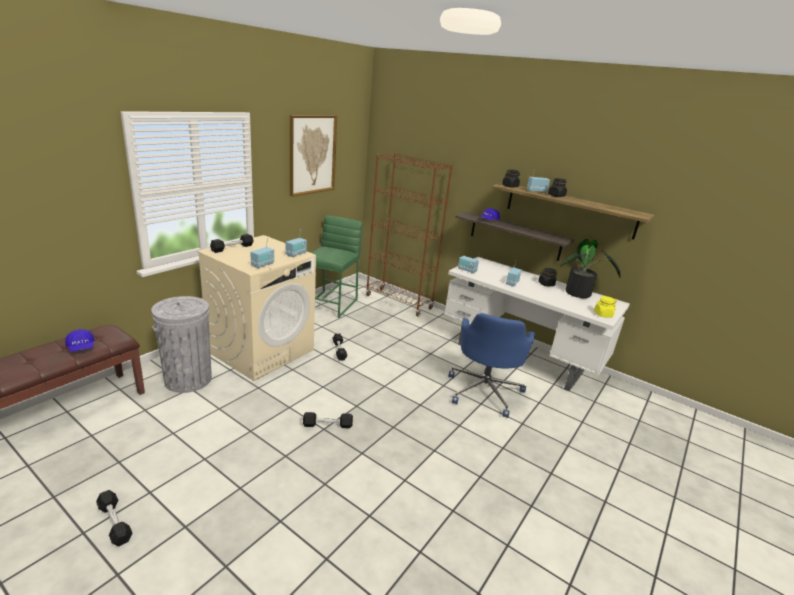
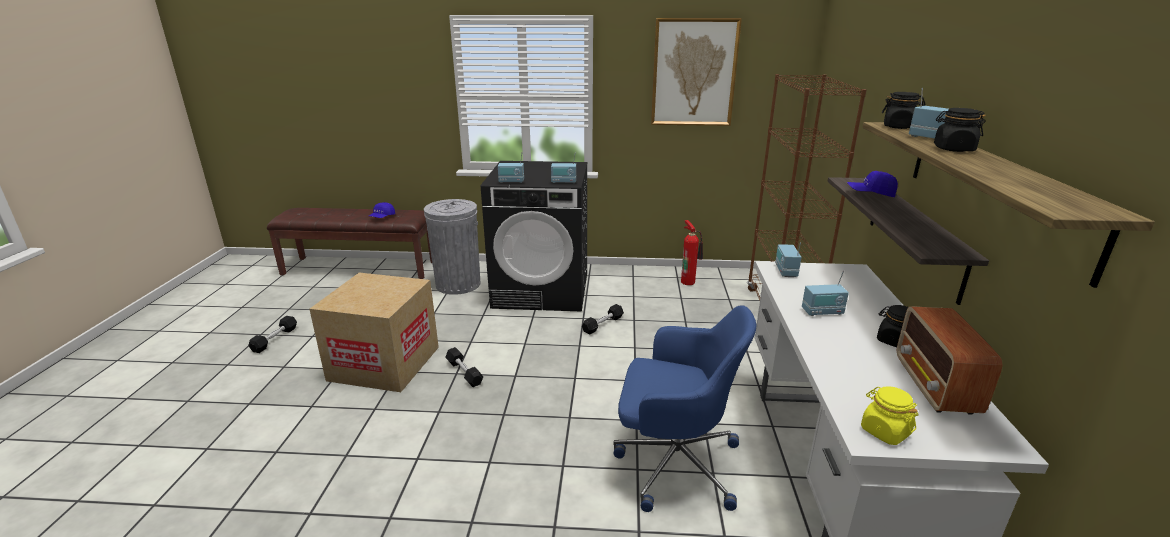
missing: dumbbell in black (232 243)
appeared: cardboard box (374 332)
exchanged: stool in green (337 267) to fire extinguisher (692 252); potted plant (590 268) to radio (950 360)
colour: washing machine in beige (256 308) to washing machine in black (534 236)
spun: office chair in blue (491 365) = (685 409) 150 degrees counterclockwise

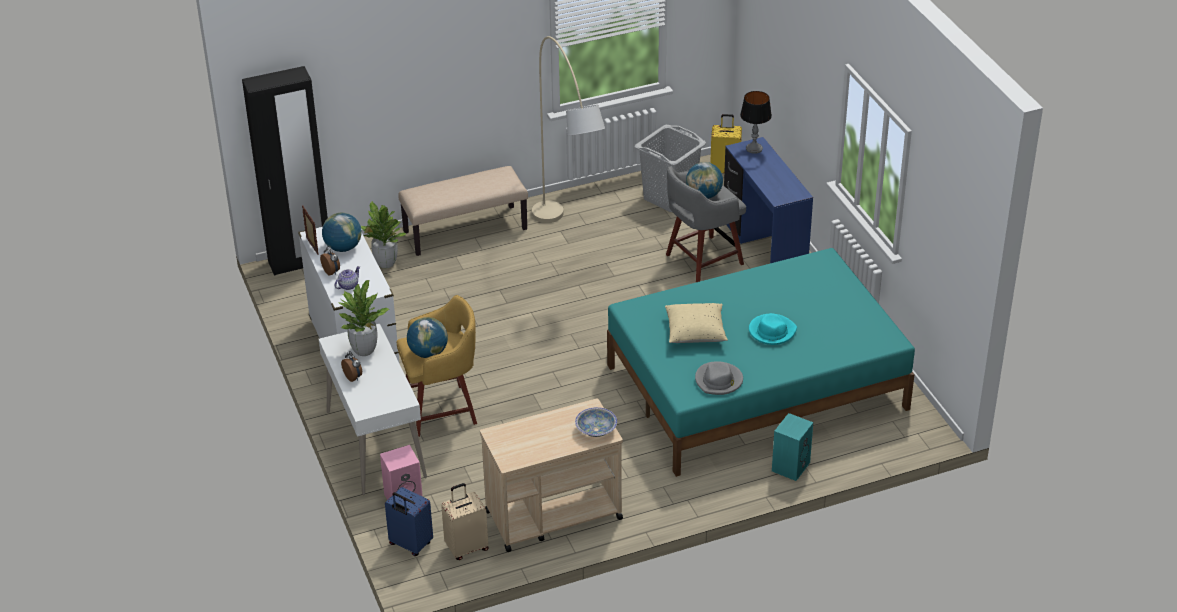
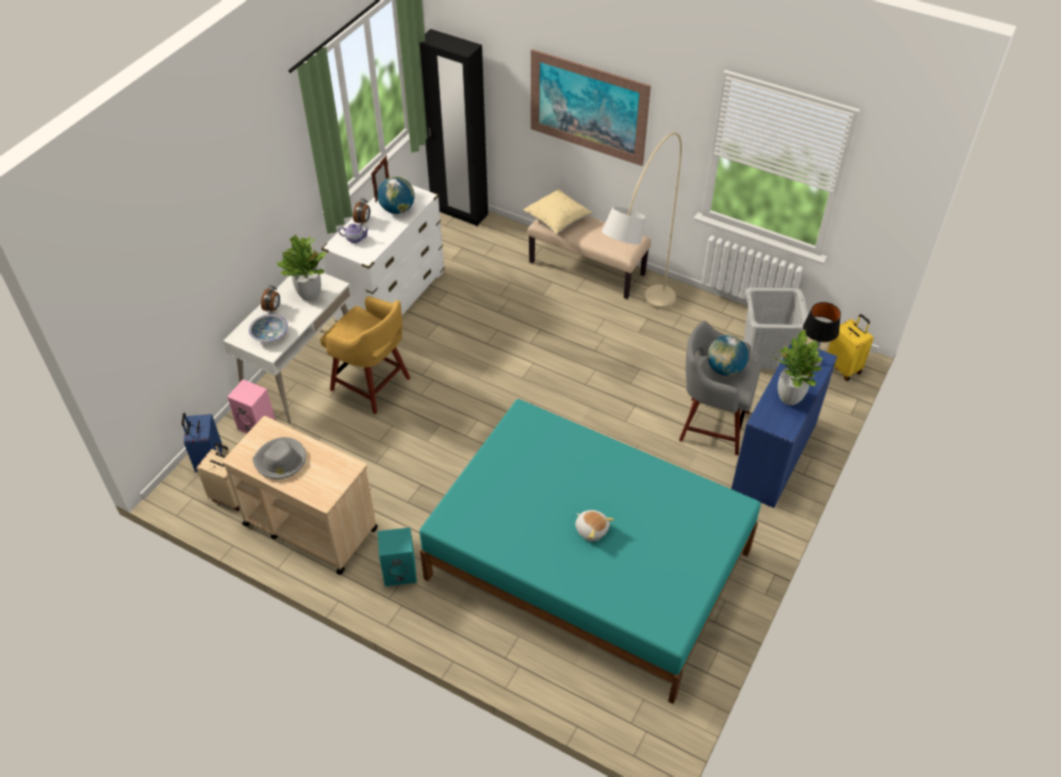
missing: globe (427 337)
appeared: picture (591 107)
relocated: potted plant (383 234) to (796 367); bowl (596 422) to (268 328); pillow in beige (696 323) to (557 211); hat in grey (719 378) to (279 458); speaker in turquoise (792 447) to (397 557)
exchanged: hat in turquoise (773 329) to plush toy (594 526)

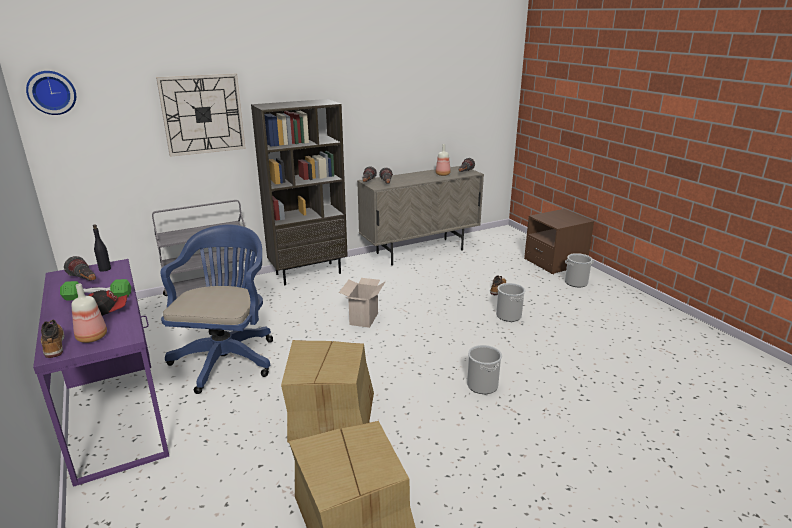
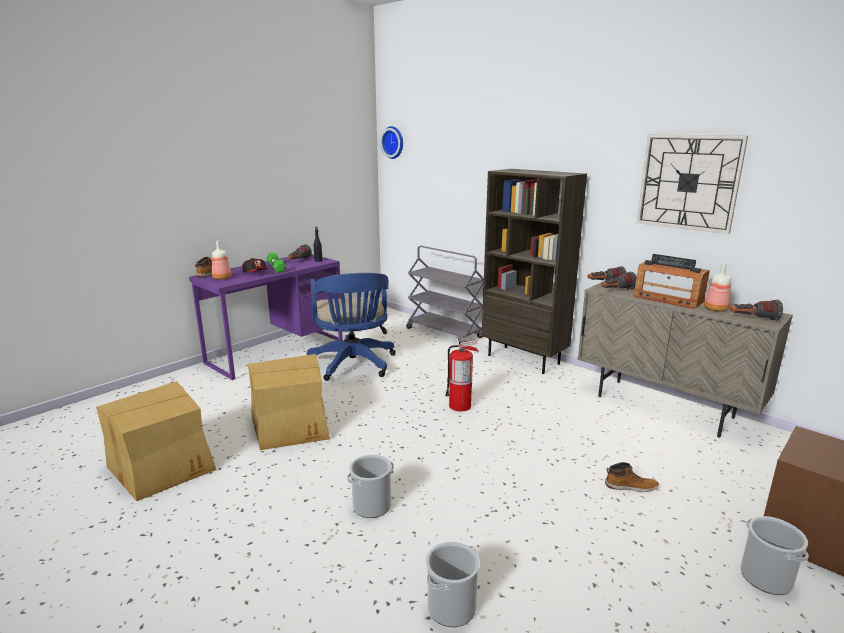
appeared: radio (672 281)
relocated: wall clock (201 115) to (692 184); bucket (510 302) to (453 584)
exchanged: cardboard box (362 303) to fire extinguisher (462 375)
spun: office chair in blue (217 309) = (351 327) 90 degrees clockwise

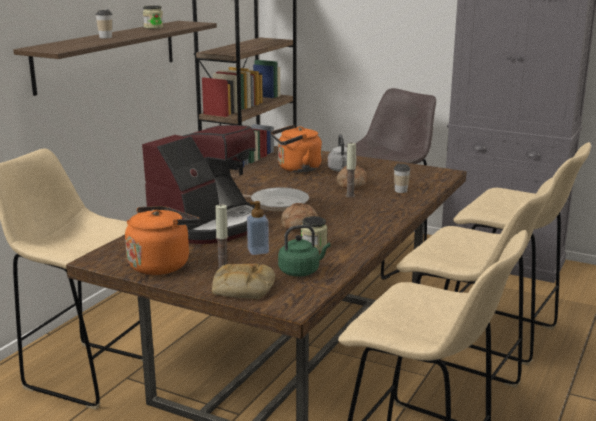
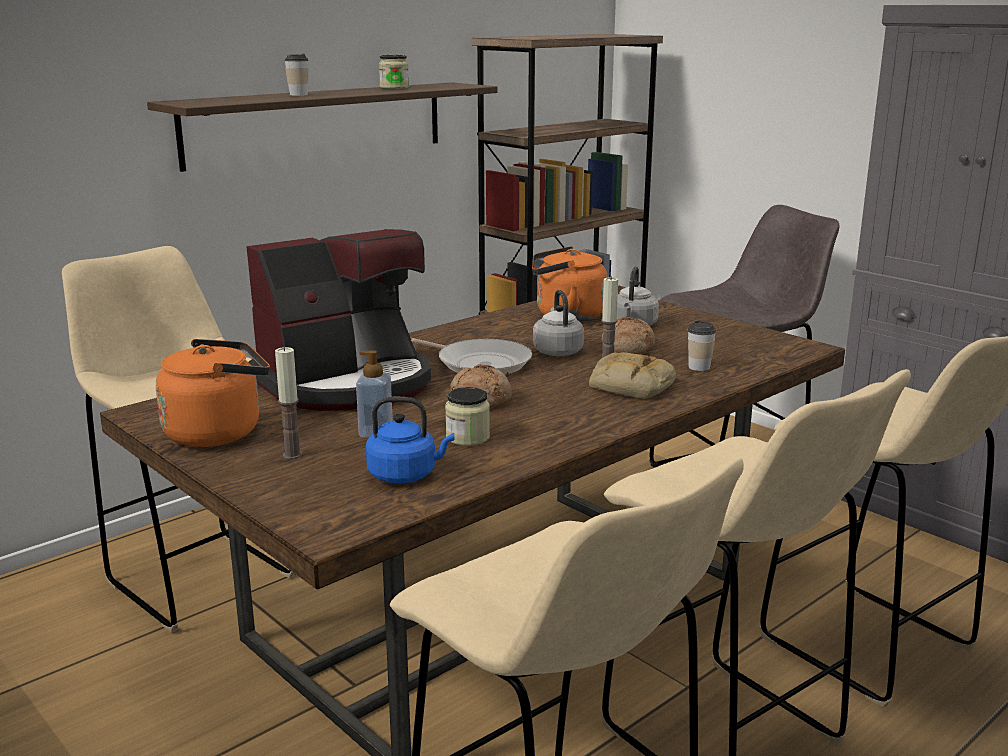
appeared: kettle in grey (558 323)
relocated: bread (243 281) to (632 375)
colour: kettle in green (304 251) to kettle in blue (410 440)

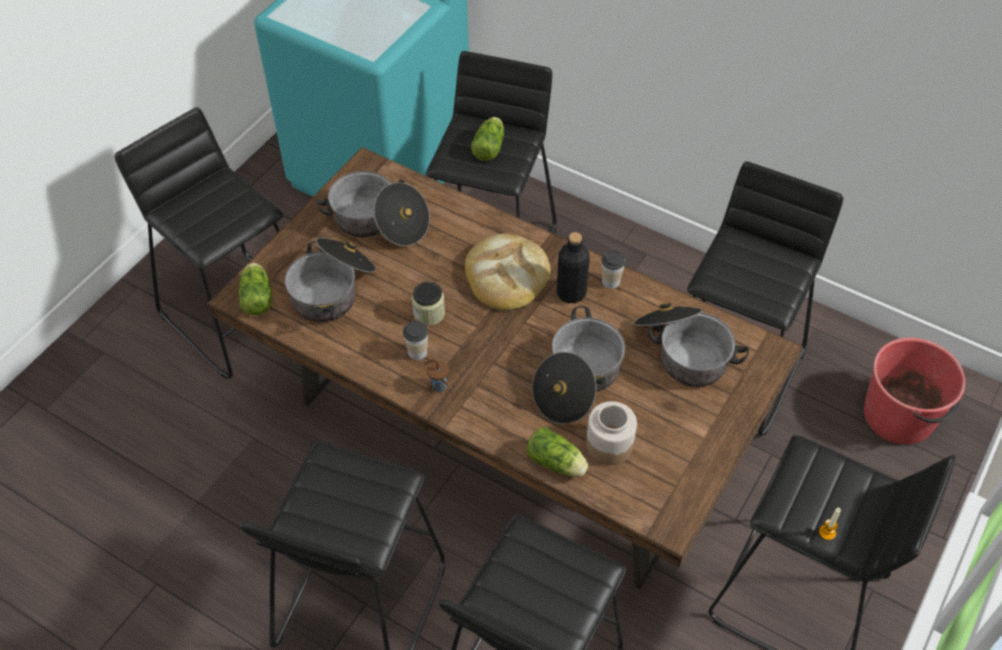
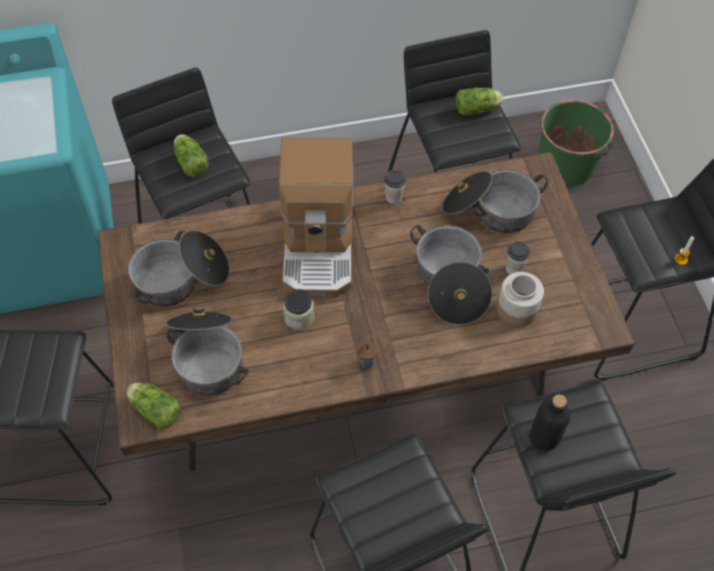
relocated: cup (415 340) to (518 258); lettuce (557 452) to (479 101); bottle in black (573 267) to (550 422)
exchanged: bread (508 272) to coffee machine (316 217)
colour: bucket in red (914 390) to bucket in green (576 143)

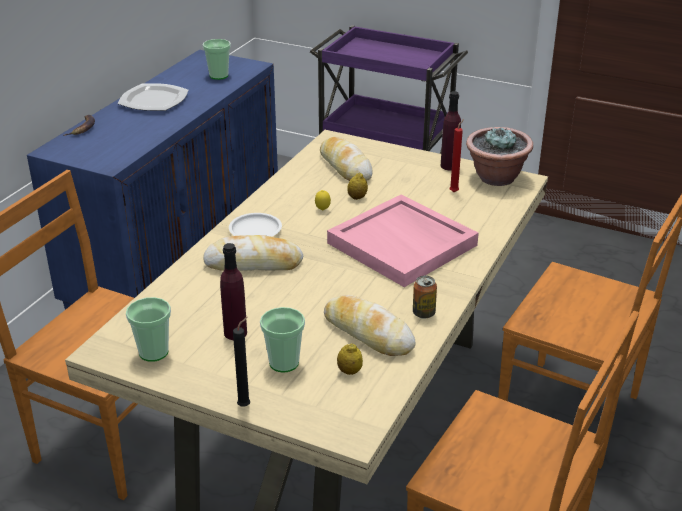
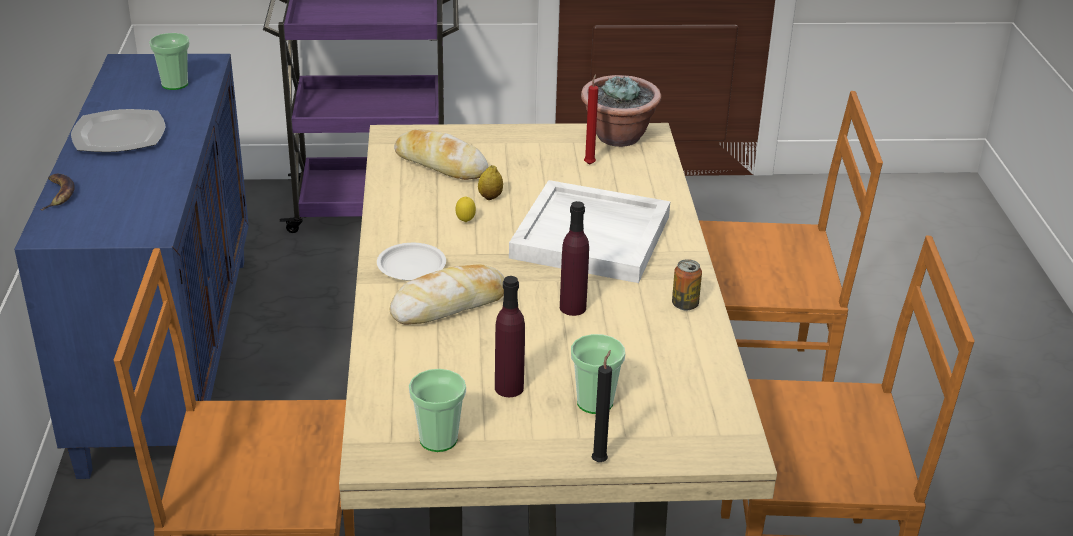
missing: bread (370 325); lemon (350 359)
relocated: bottle in purple (451 130) to (574 258)
colour: tray in pink (403 241) to tray in white (589 231)

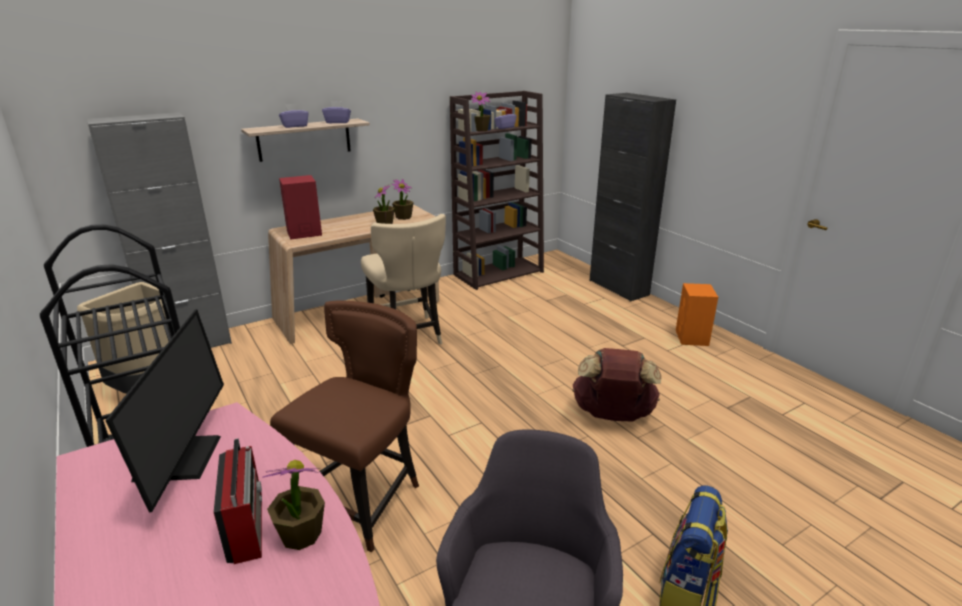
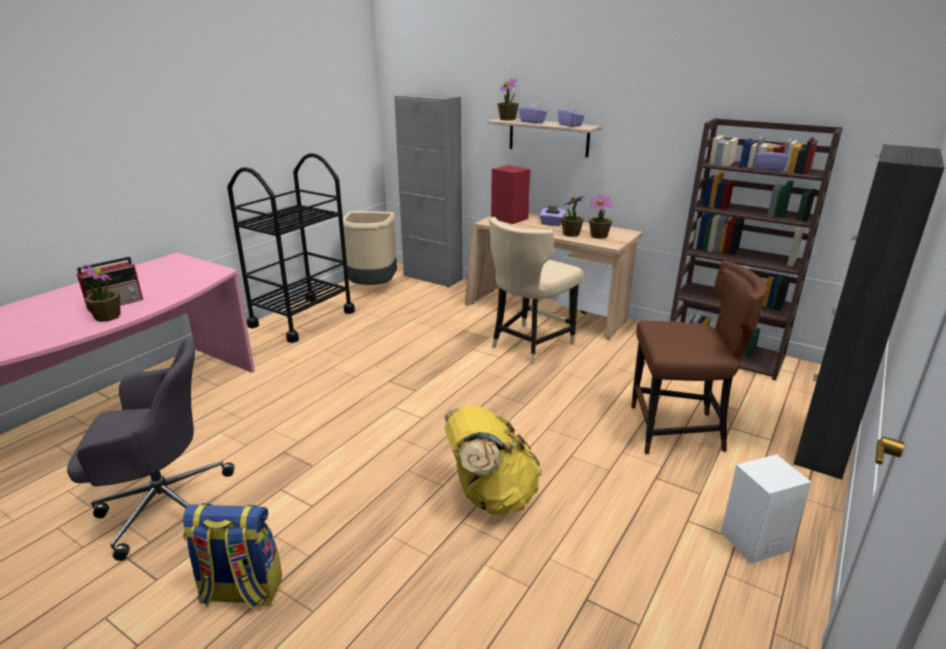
missing: monitor (164 410)
appeared: tissue box in purple (552 216)
relocated: chair in brown (344 426) to (699 357); potted plant (481 111) to (508 100)
colour: backpack in brown (617 385) to backpack in yellow (493 460); speaker in orange (697 314) to speaker in white (766 509)

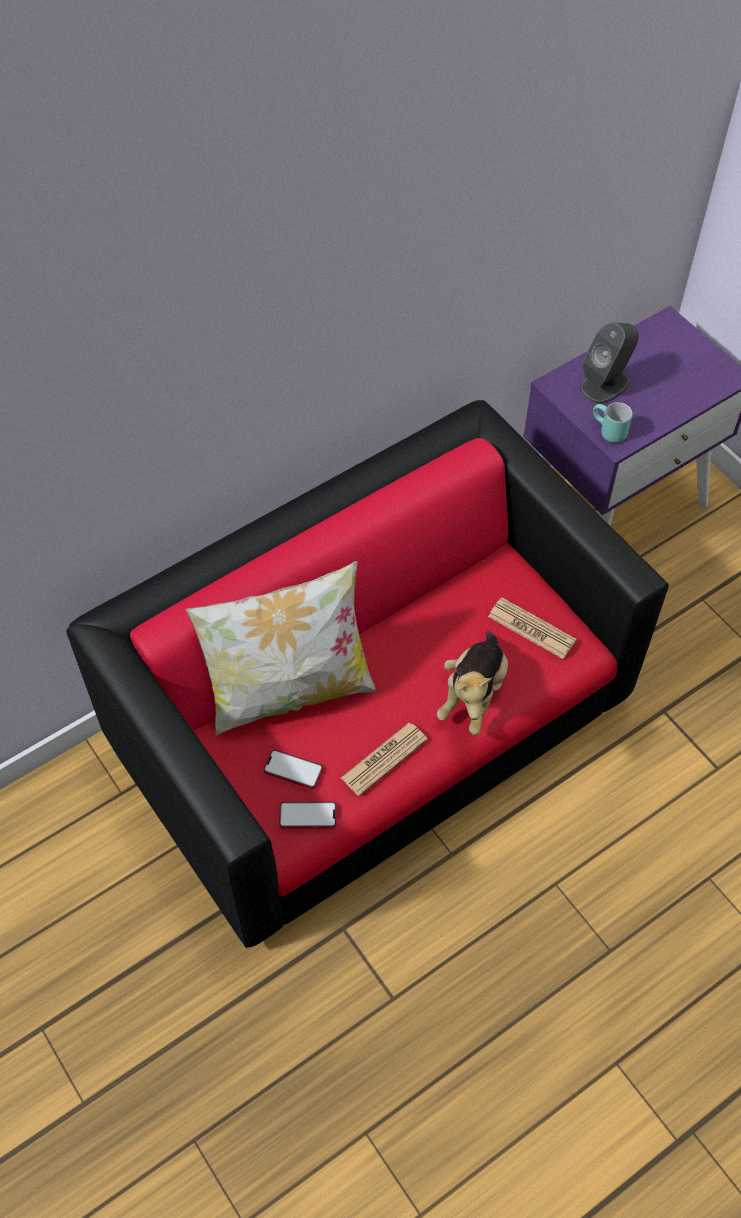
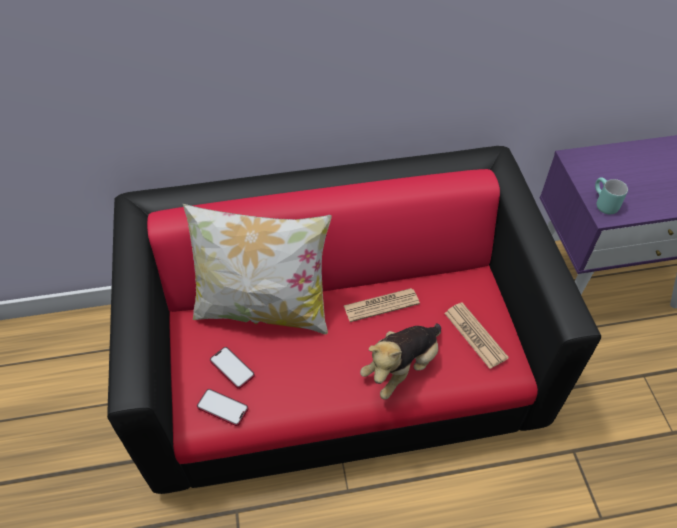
missing: speaker in grey (609 363)
relocated: newspaper (384 759) to (382 305)

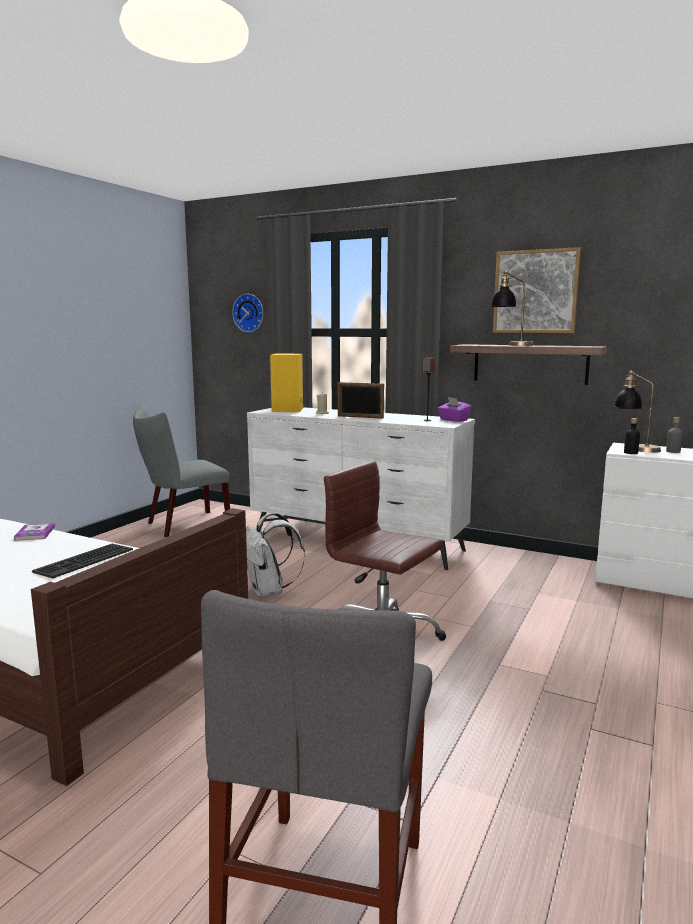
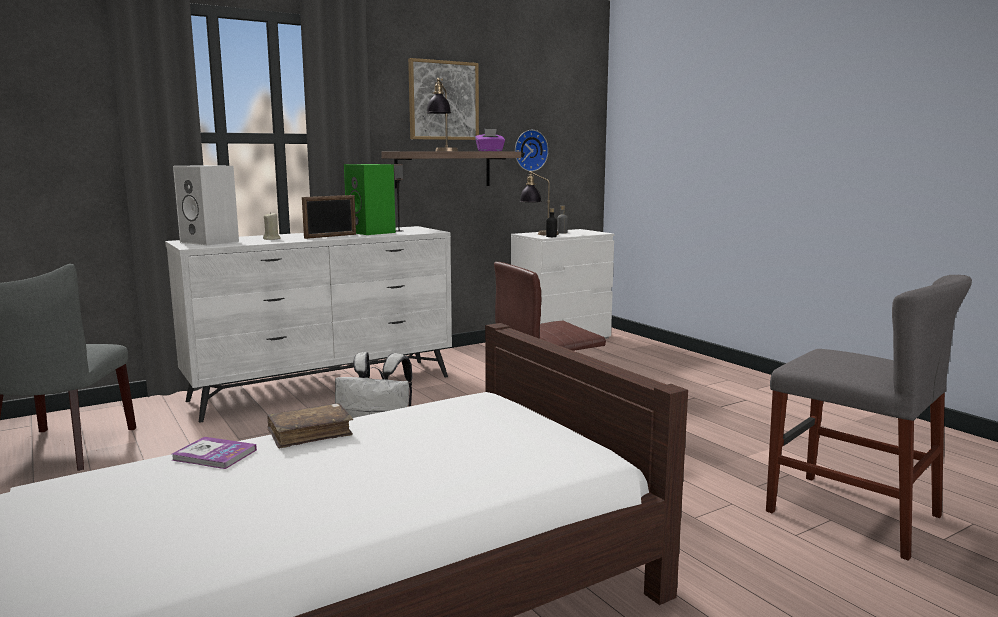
missing: keyboard (82 561)
appeared: book in brown (310 426); speaker in green (370 199)
relocated: wall clock (247 313) to (532 151); tissue box in purple (454 409) to (490 140)
colour: speaker in yellow (286 383) to speaker in white (206 205)

